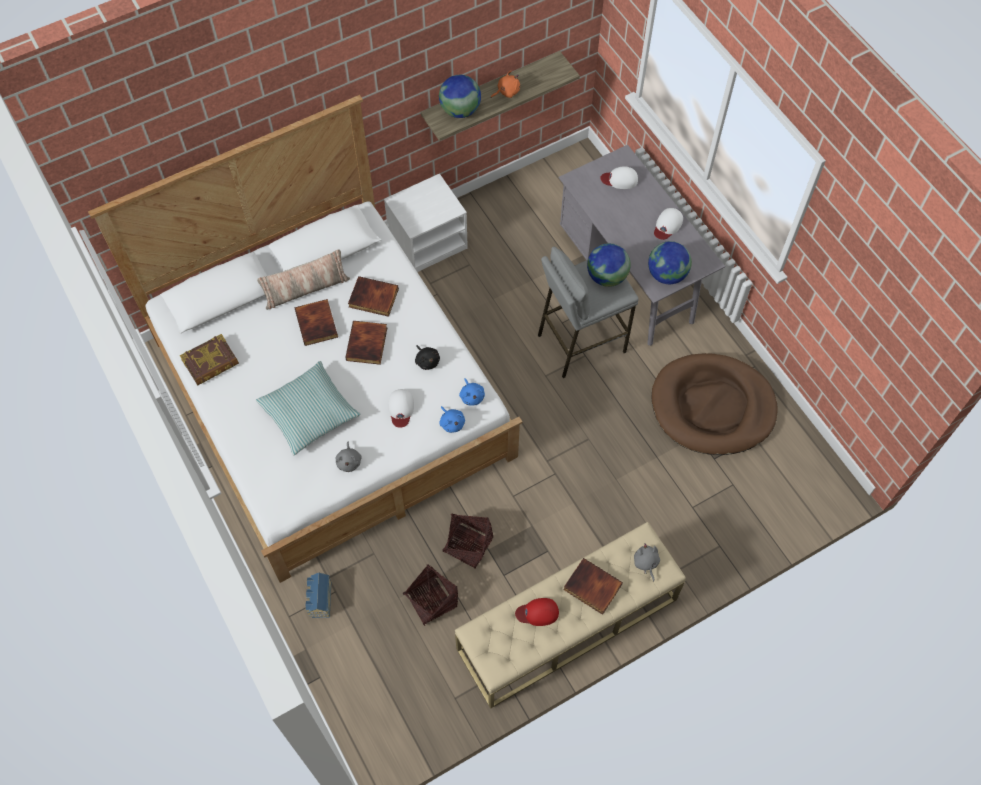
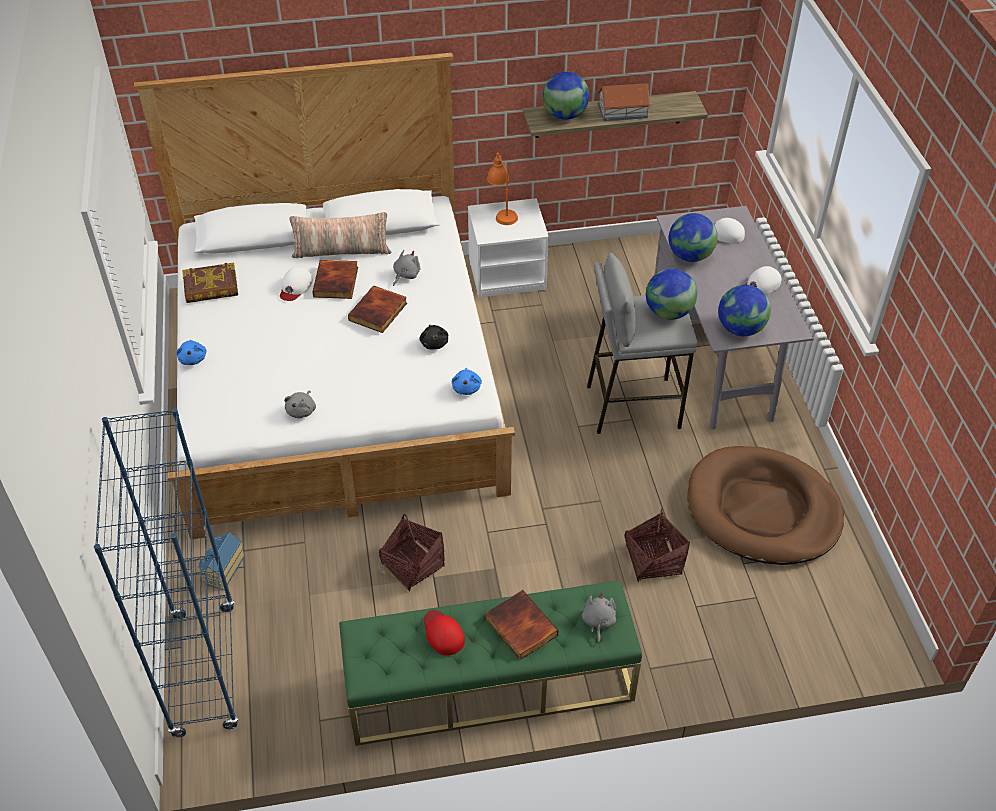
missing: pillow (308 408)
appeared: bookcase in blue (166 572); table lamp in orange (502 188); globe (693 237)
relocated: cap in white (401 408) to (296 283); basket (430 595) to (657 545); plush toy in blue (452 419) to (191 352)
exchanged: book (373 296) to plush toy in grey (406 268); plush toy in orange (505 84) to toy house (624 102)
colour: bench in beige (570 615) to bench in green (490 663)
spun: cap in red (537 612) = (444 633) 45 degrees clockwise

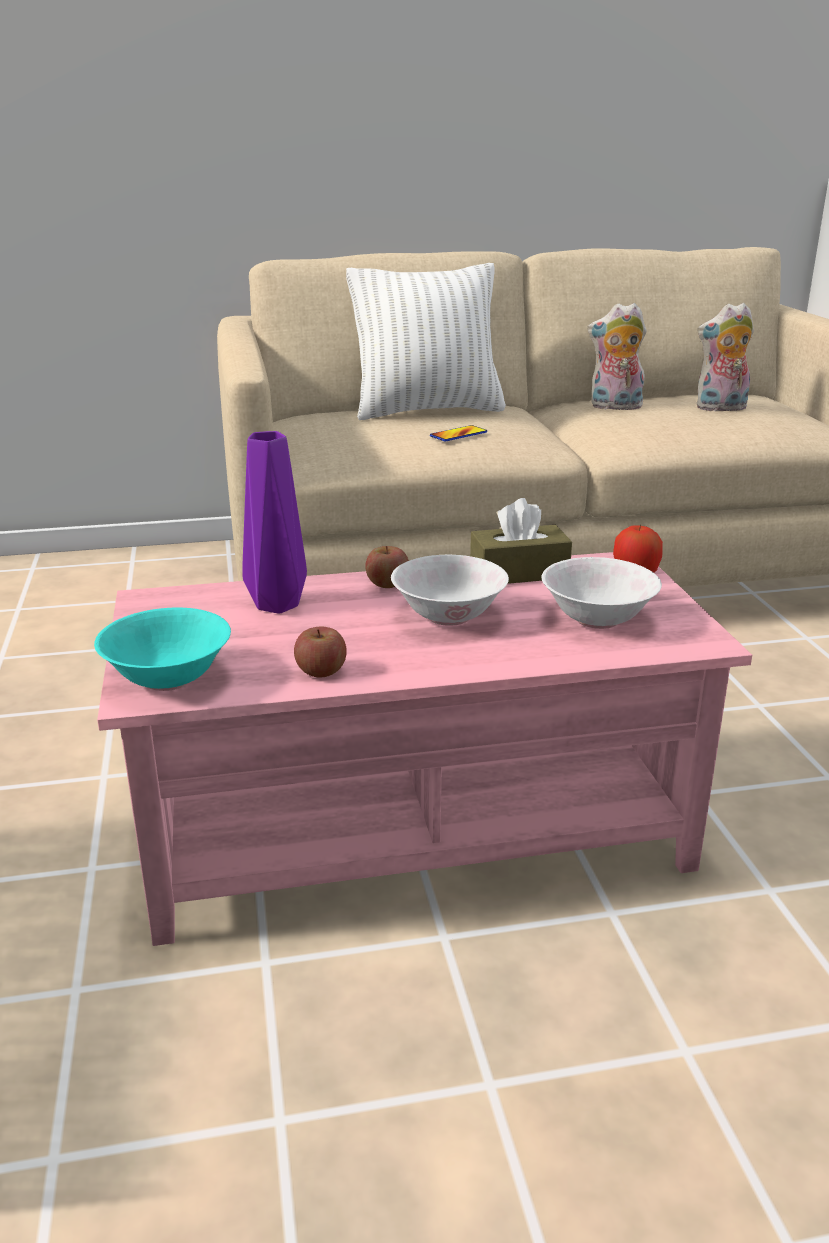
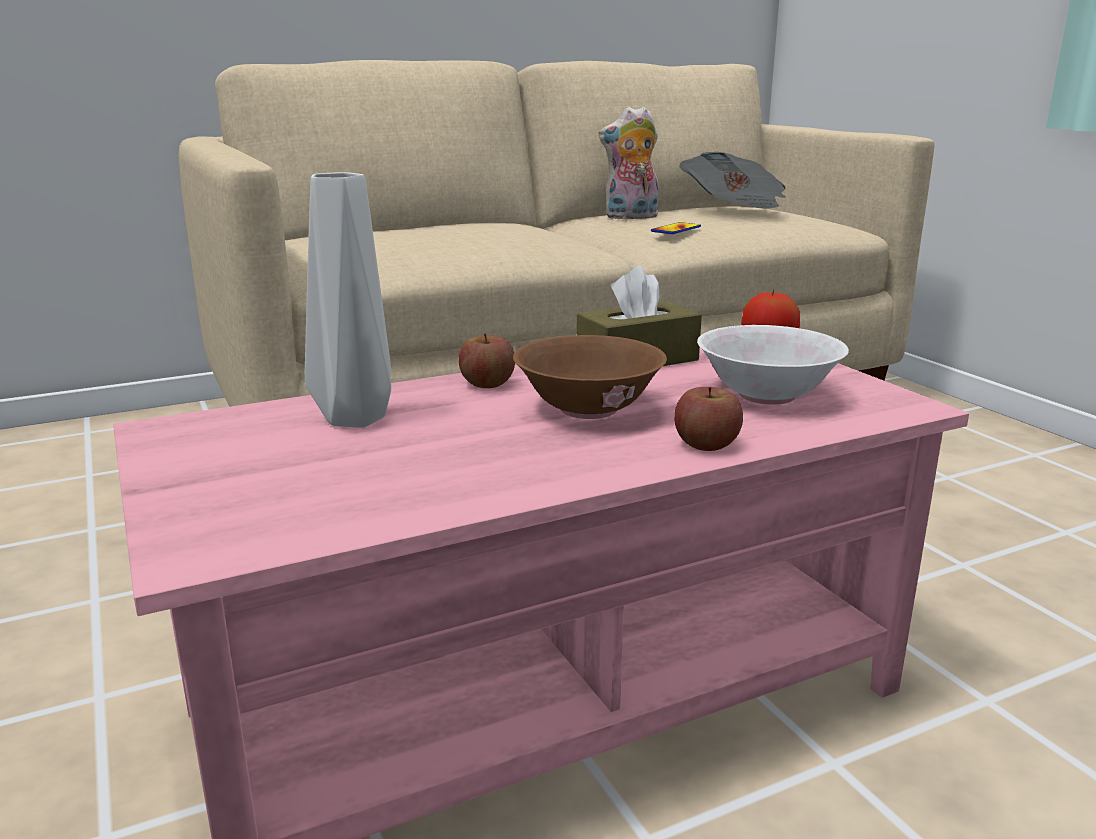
missing: bowl in turquoise (162 649); pillow in white (426 341)
relocated: apple (320 652) to (708 419); phone (458 433) to (676 228)
exchanged: plush toy (725 357) to newspaper (732 180)
colour: vase in purple (274 522) to vase in grey (348 300); bowl in white (450 590) to bowl in brown (590 377)

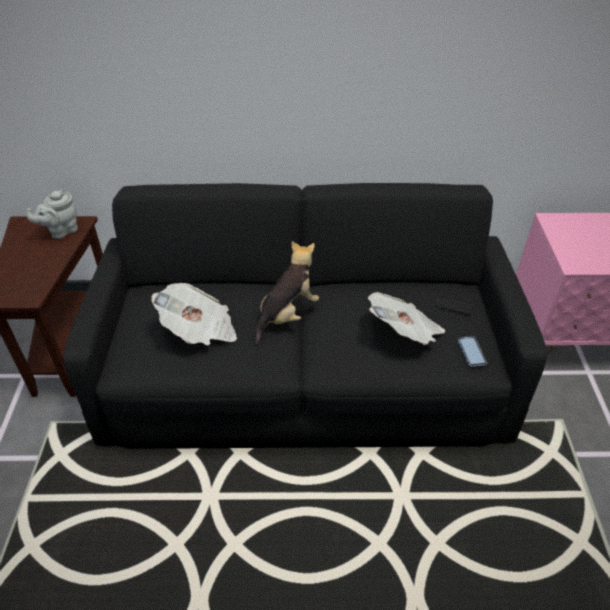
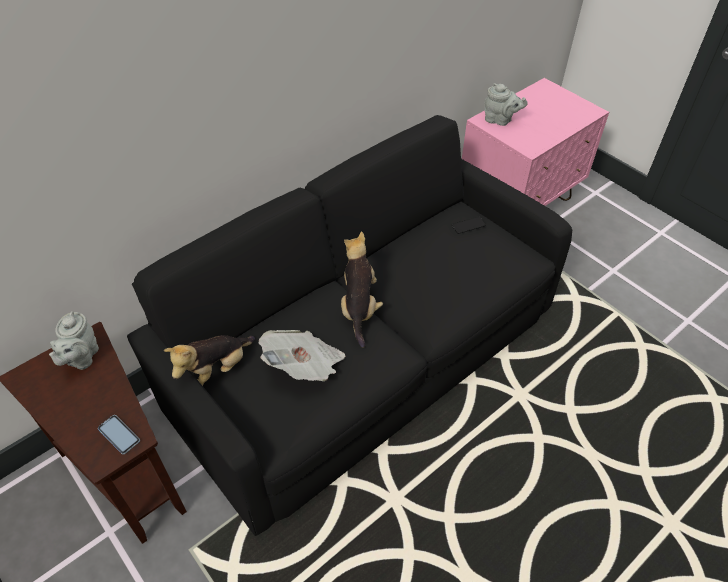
missing: newspaper (406 318)
appeared: plush toy (209 360); teapot in grey (506 104)
relocated: phone (472 351) to (119 434)

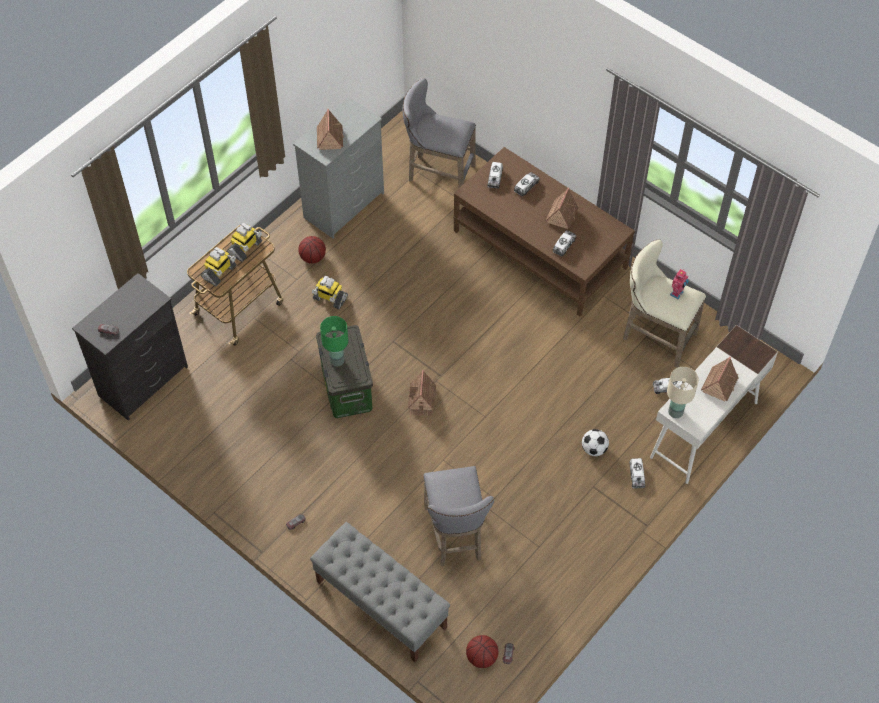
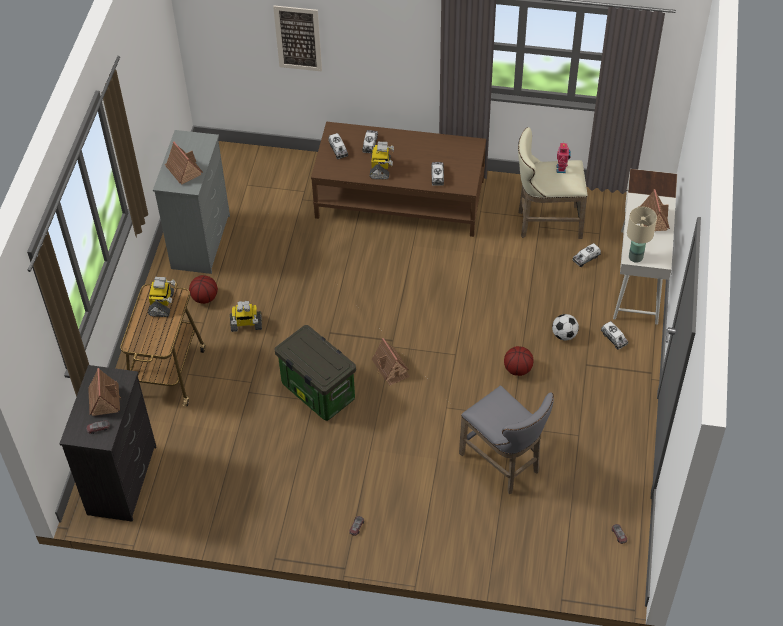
missing: bench in grey (380 592); table lamp in green (334 341); stool in grey (439 133)
appeared: picture (297 39)
relocated: toy robot (218 266) to (382 161); basketball (482 651) to (519 361); toy house (562 208) to (104 392)

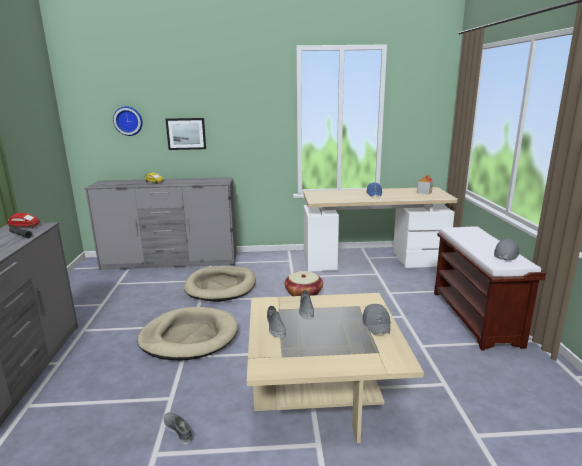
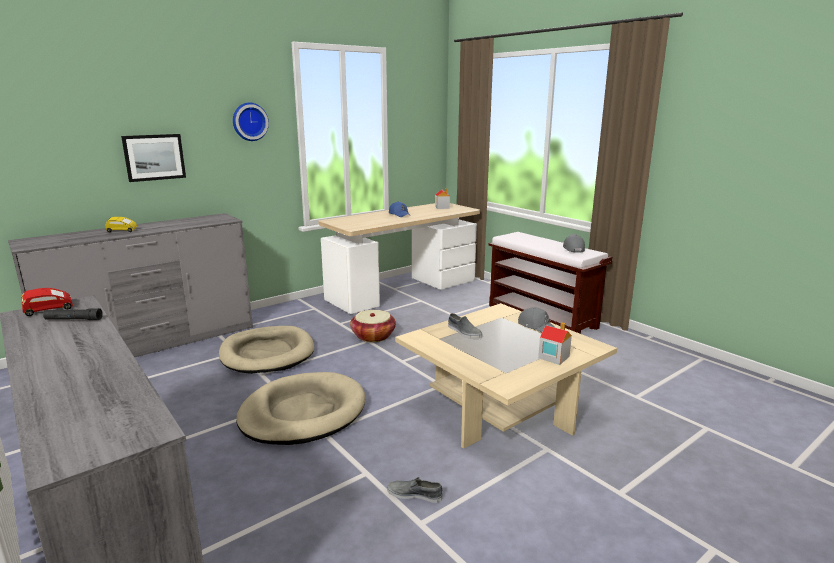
missing: shoe in grey (276 322)
appeared: toy house (555 343)
relocated: wall clock (128 121) to (251 122)

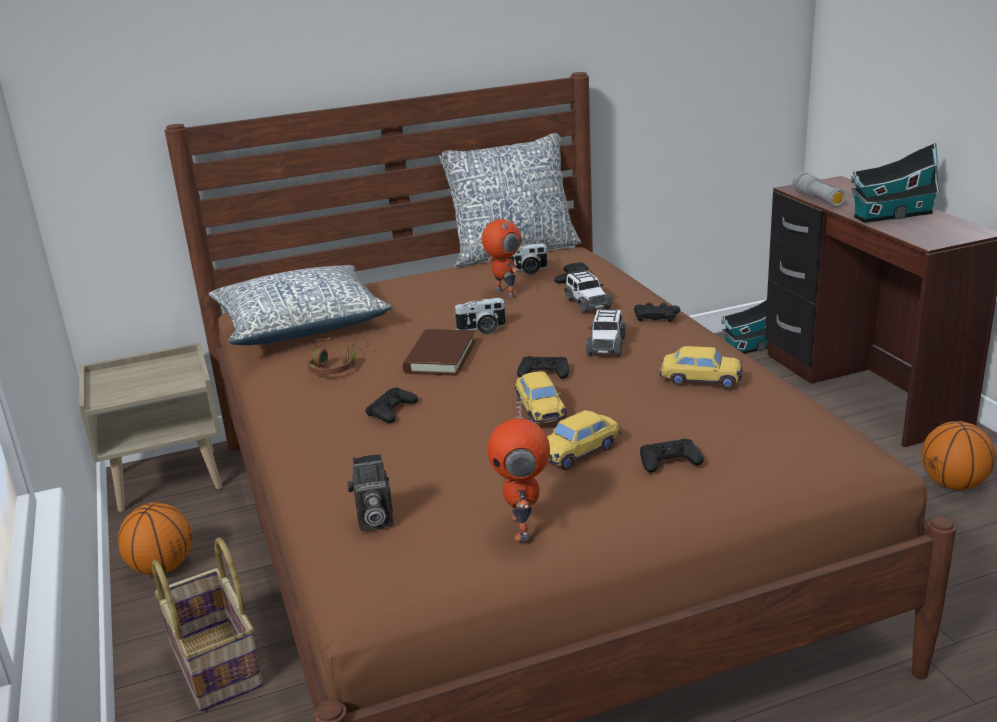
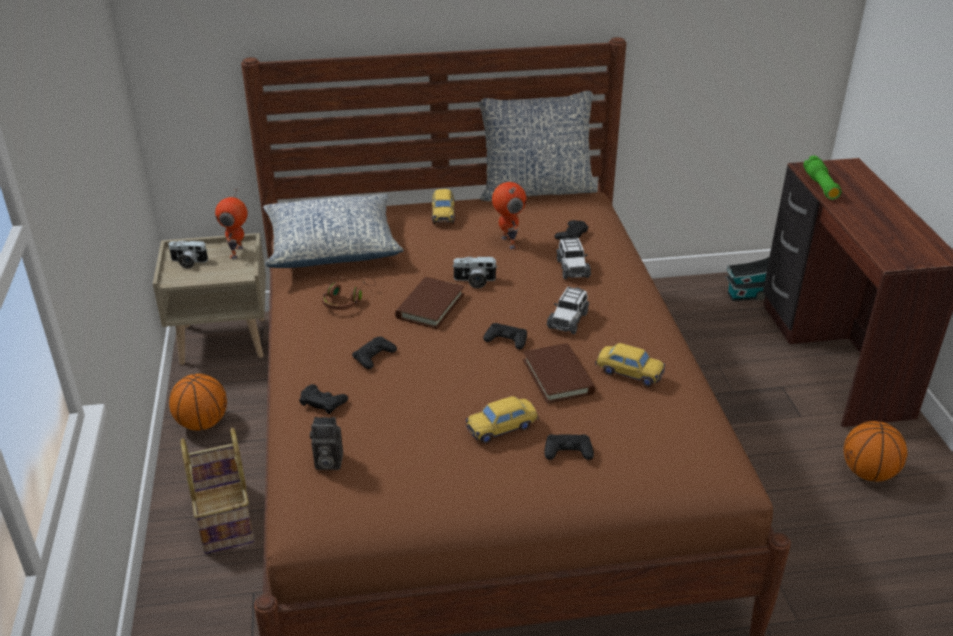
missing: toy house (895 182)
appeared: book in brown (559 373)
relocated: toy robot (519 469) to (231 223); photo camera (529 259) to (188 254); toy car (540 397) to (443 206); game controller in black (657 312) to (323 399)
colour: flashlight in grey (818 189) to flashlight in green (822 178)

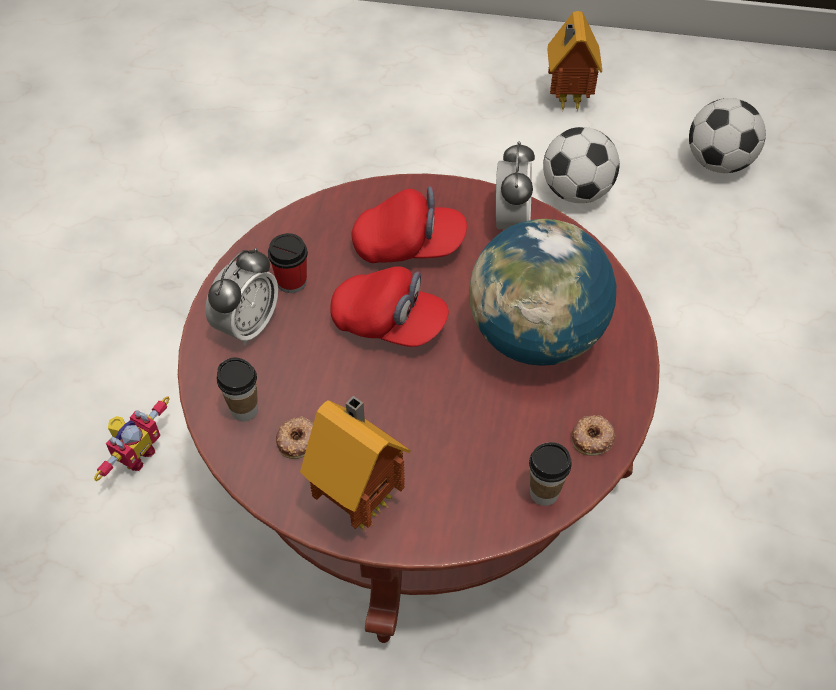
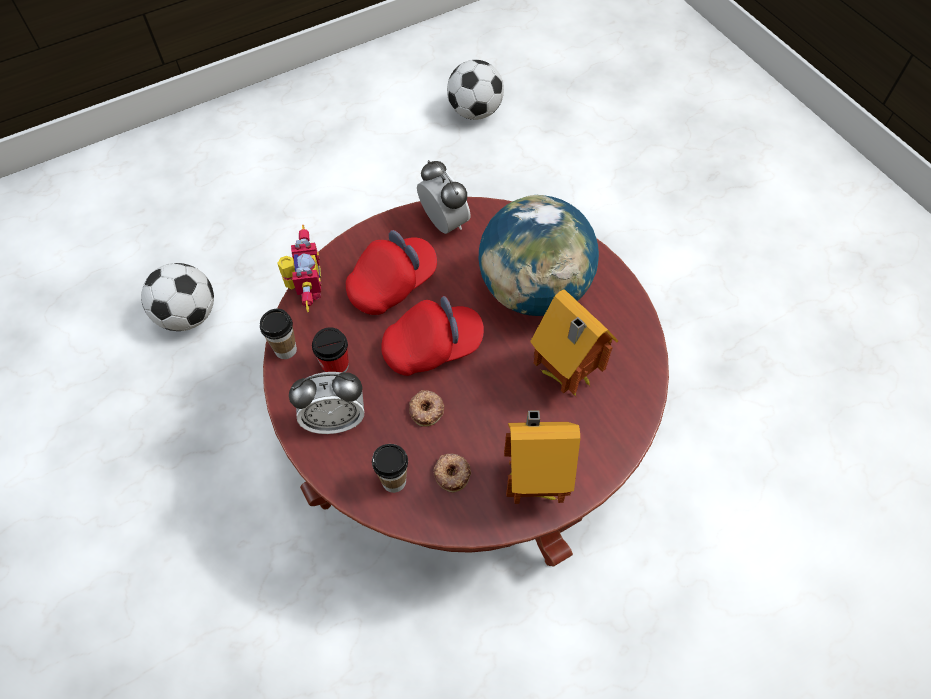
relocated: toy robot (132 438) to (299 268); cup (550 474) to (278 334); football (581 165) to (177 297); toy house (575 61) to (574 343); donut (593 435) to (426 408)
spun: alarm clock (241 297) = (326 403) 90 degrees clockwise

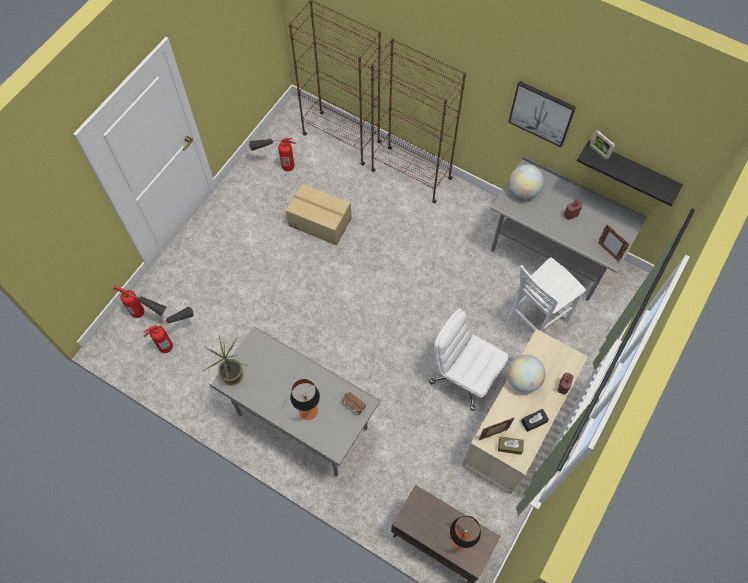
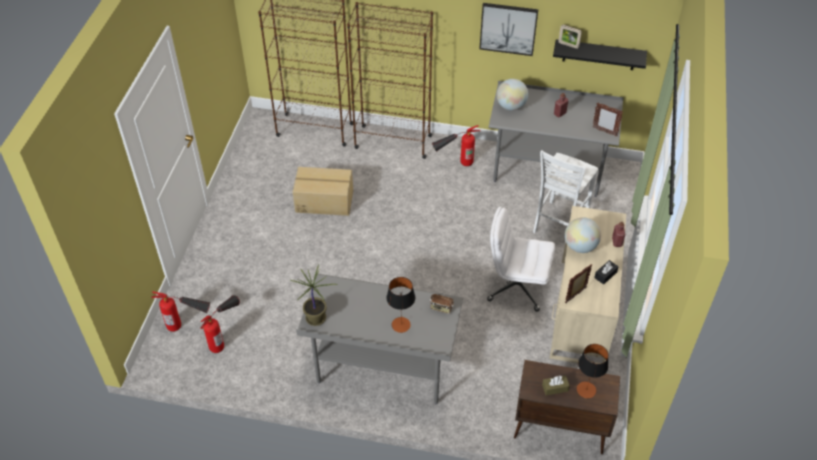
relocated: fire extinguisher (272 154) to (456 145); tissue box in brown (511 445) to (556 385)

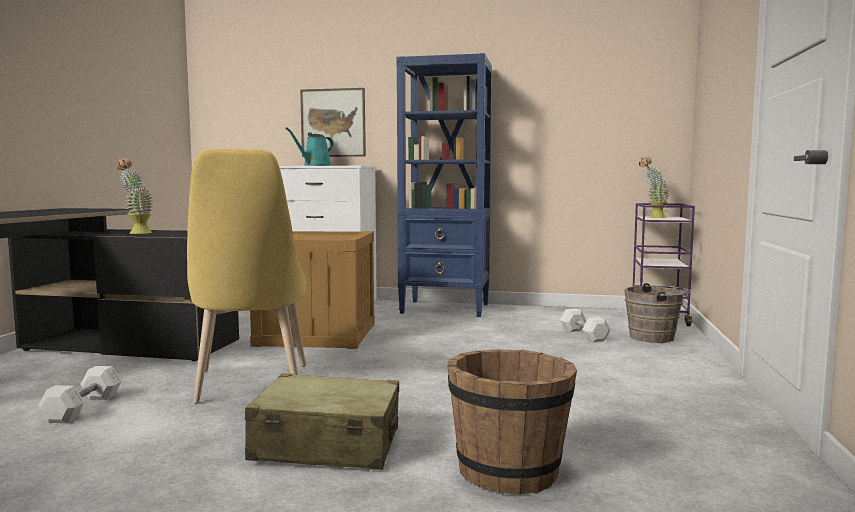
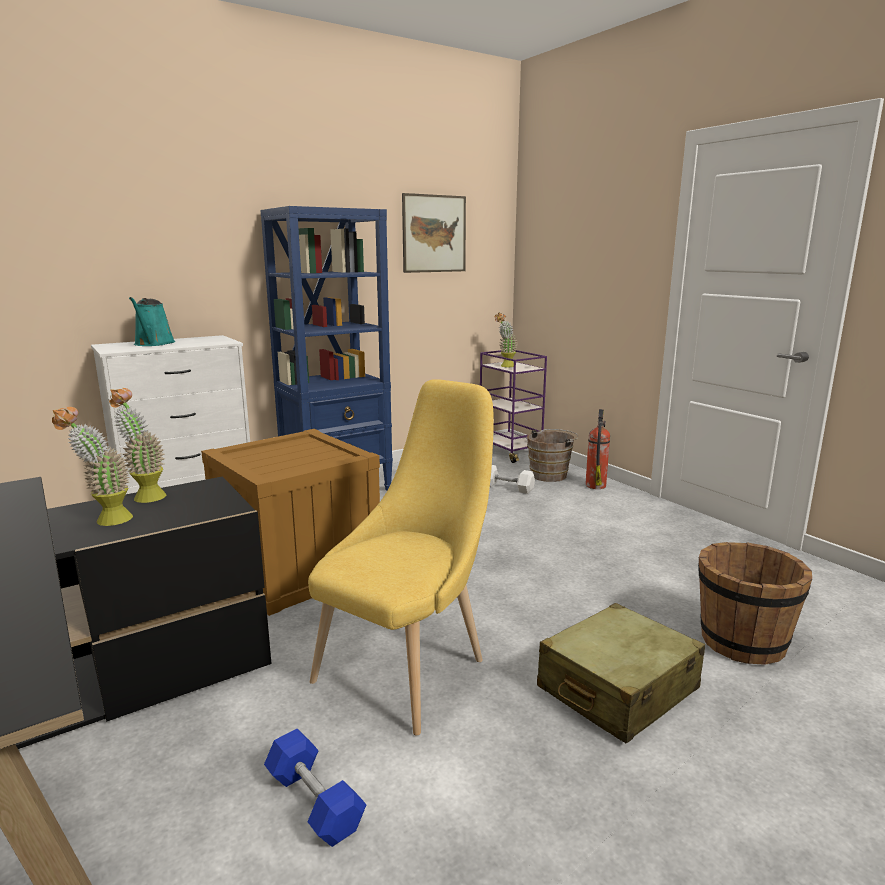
appeared: potted plant (138 445); fire extinguisher (597 449)
relocated: picture (333 122) to (434 233)
colour: dumbbell in white (80 394) to dumbbell in blue (315 788)
spun: chair in yellow (246 276) = (401 557) 90 degrees counterclockwise

